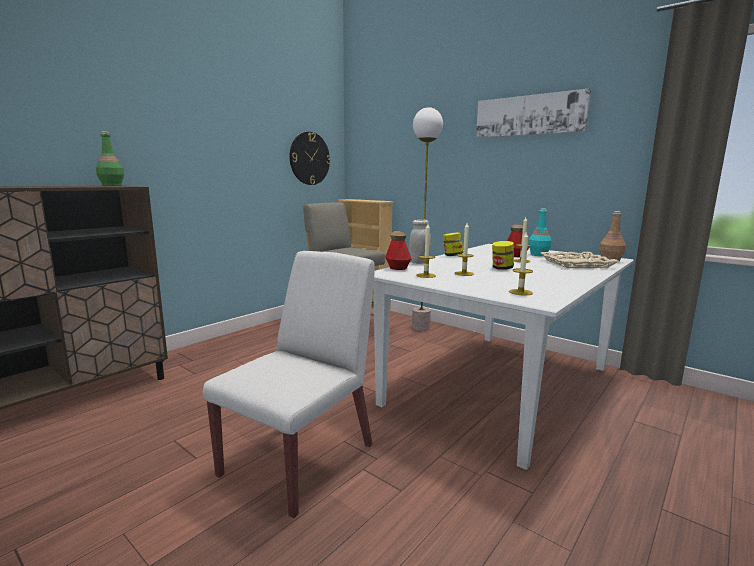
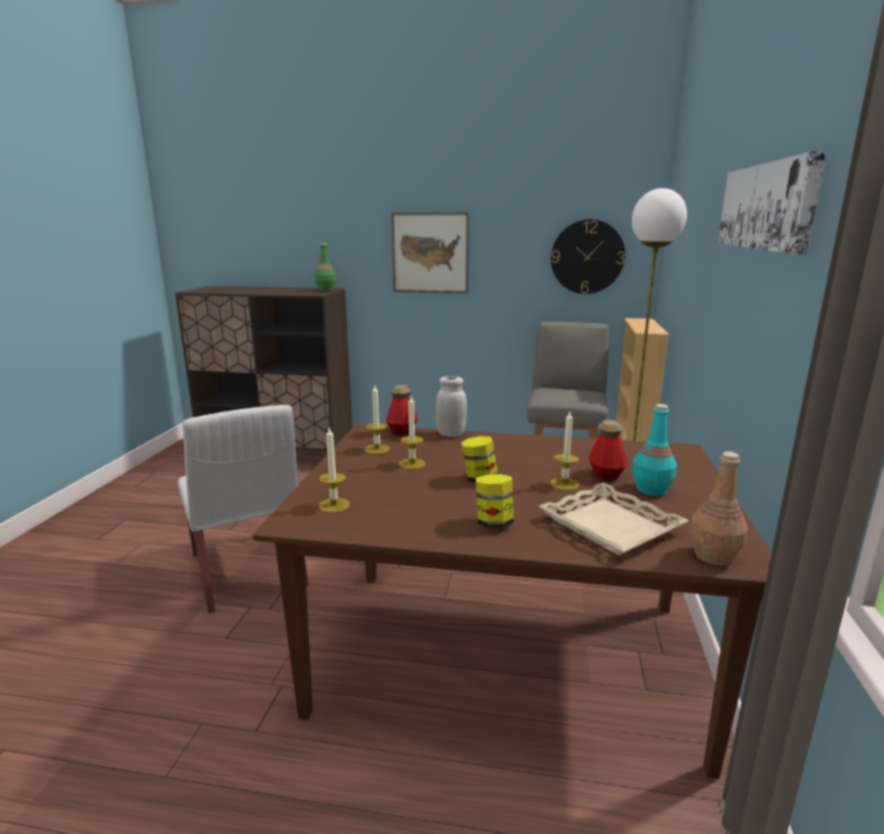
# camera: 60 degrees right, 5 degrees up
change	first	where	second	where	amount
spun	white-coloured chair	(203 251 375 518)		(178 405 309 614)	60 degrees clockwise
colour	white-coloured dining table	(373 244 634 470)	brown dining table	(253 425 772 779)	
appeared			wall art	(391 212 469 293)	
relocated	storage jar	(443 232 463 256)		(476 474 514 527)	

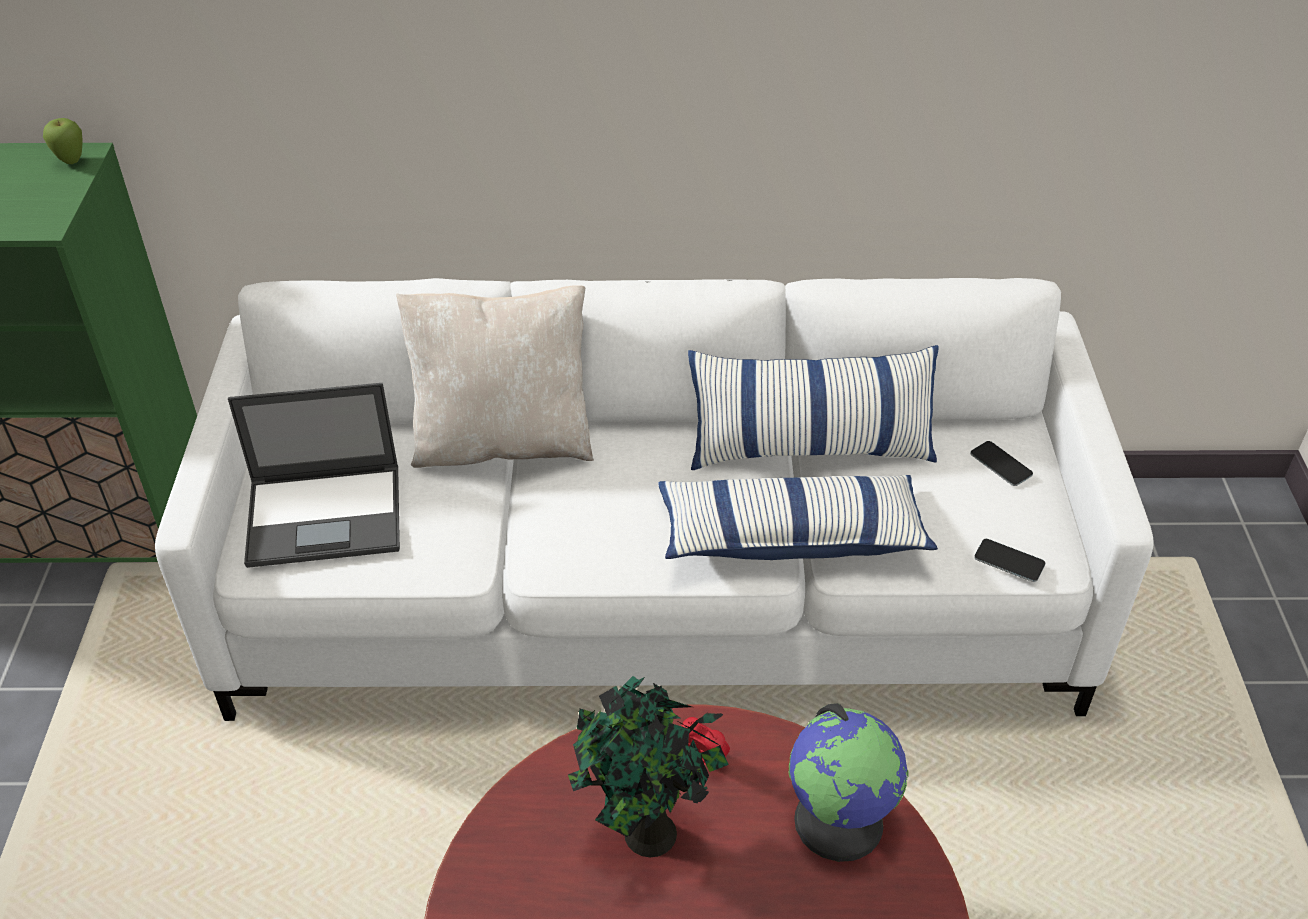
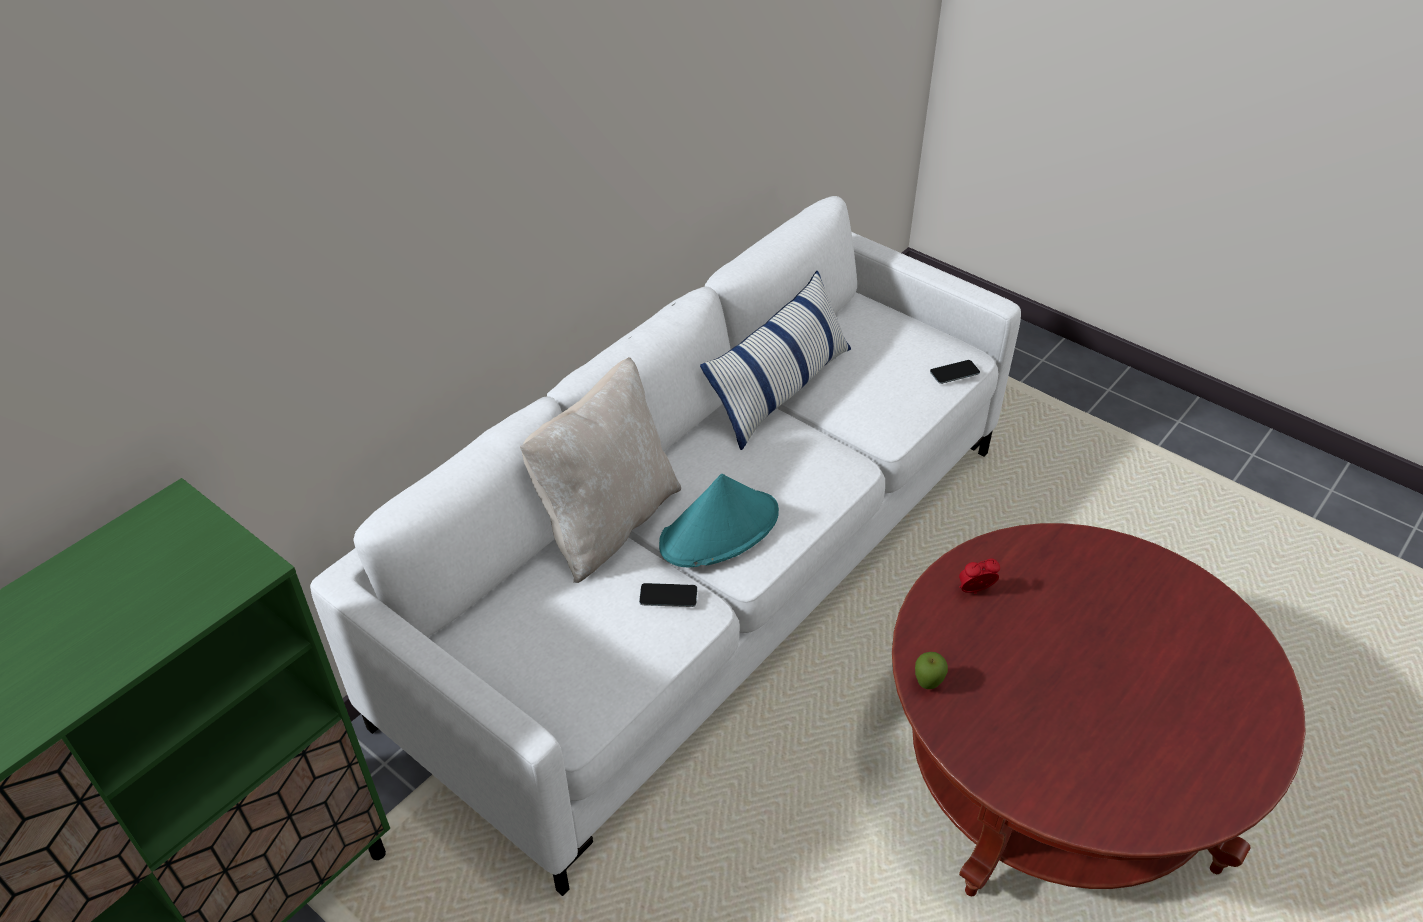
# camera: 50 degrees left, 0 degrees up
change	first	where	second	where	amount
relocated	phone	(970 441 1033 486)		(639 583 697 607)	
appeared			blue-green wearable hat	(659 474 779 567)	
relocated	whole apple	(43 118 83 164)		(915 652 948 689)	
missing	laptop	(228 383 400 568)			
missing	potted plant	(568 676 729 857)			
missing	pillow	(658 475 938 560)			
missing	desk globe	(789 703 909 862)			

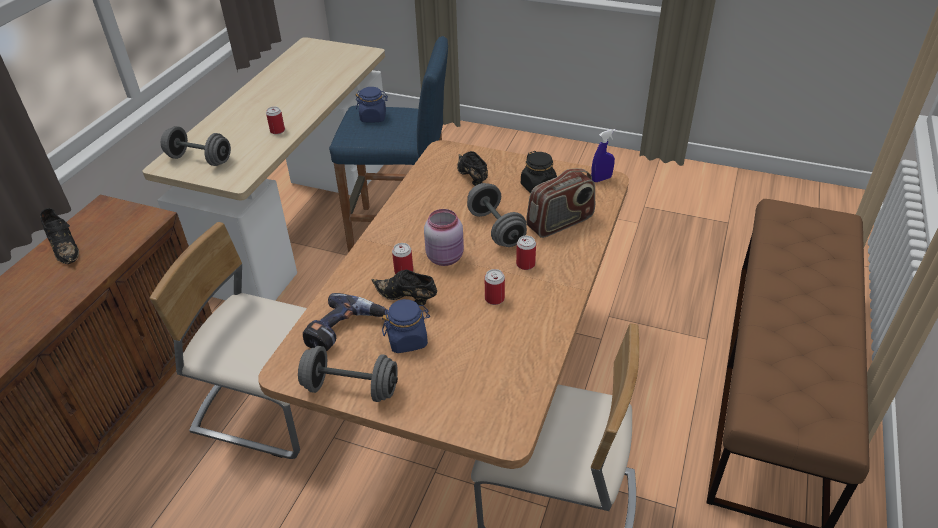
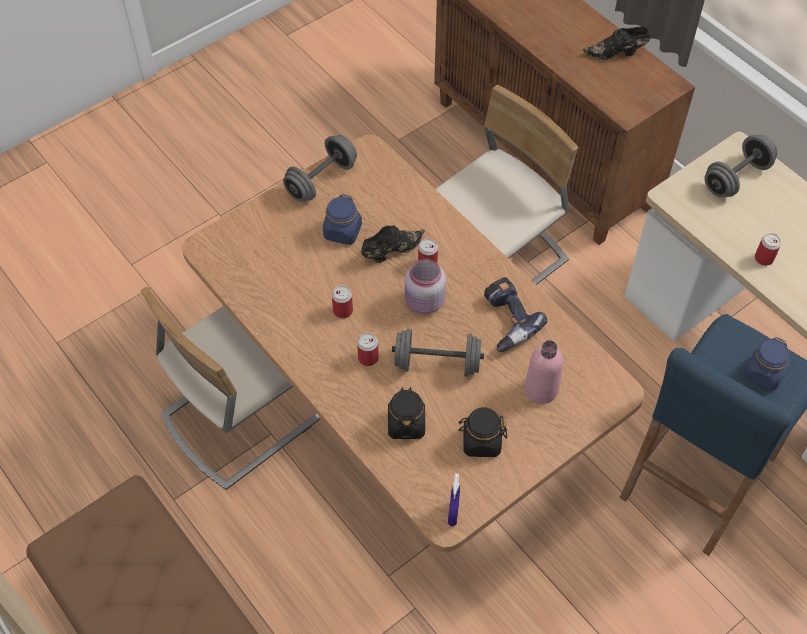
# camera: 120 degrees right, 15 degrees up
change	first	where	second	where	amount
exchanged	radio	(526 168 595 238)	black storage jar	(388 387 425 439)	
relocated	drill	(303 293 387 351)		(484 277 547 352)	
exchanged	black item of footwear	(457 151 488 186)	pink-coloured beverage bottle	(524 340 563 404)	

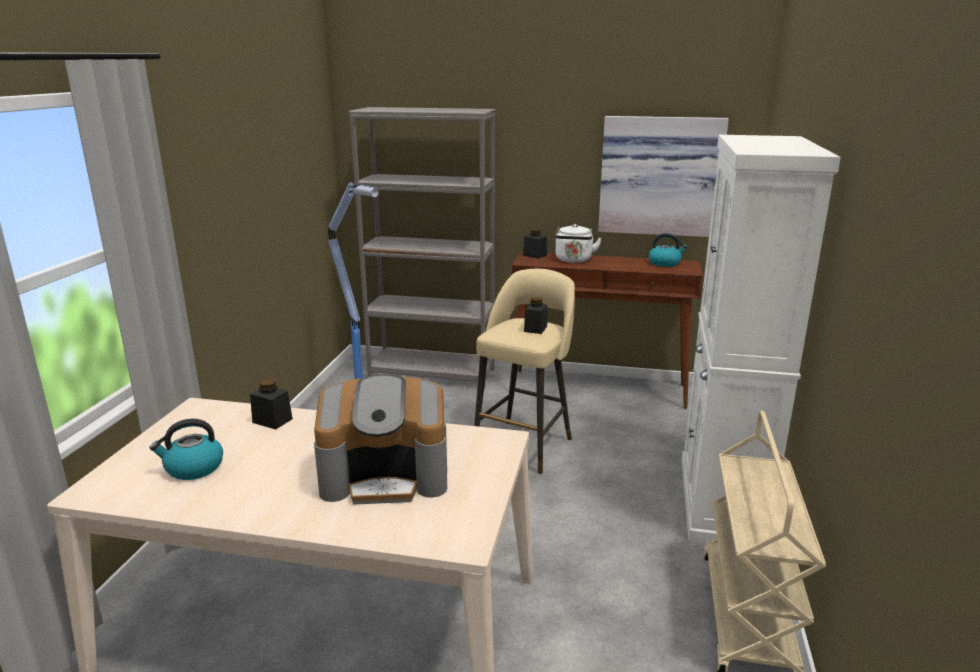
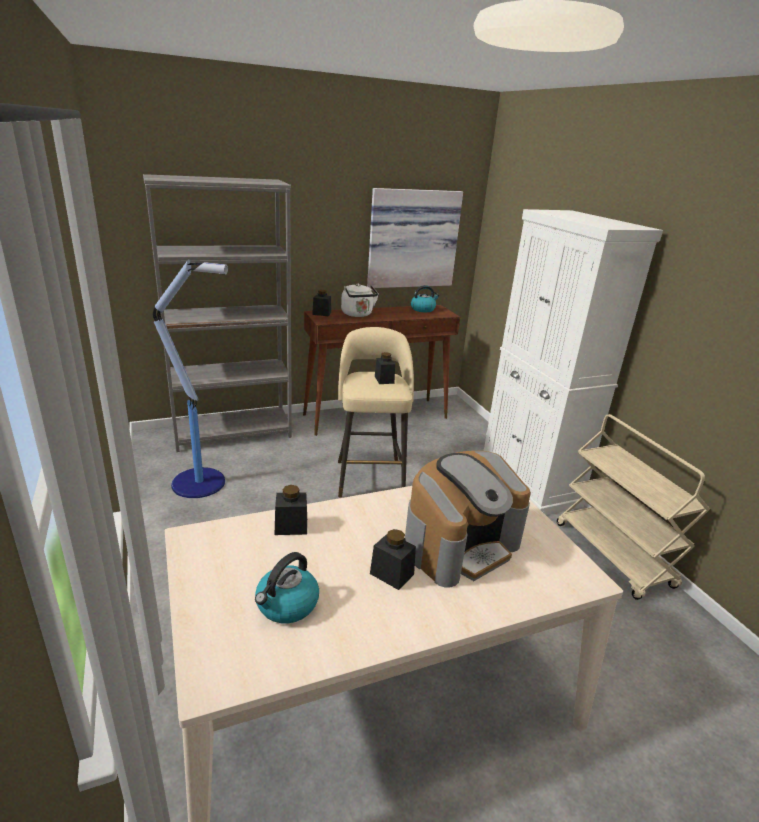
# camera: 35 degrees left, 5 degrees up
change	first	where	second	where	amount
appeared			black storage jar	(370 529 416 590)	

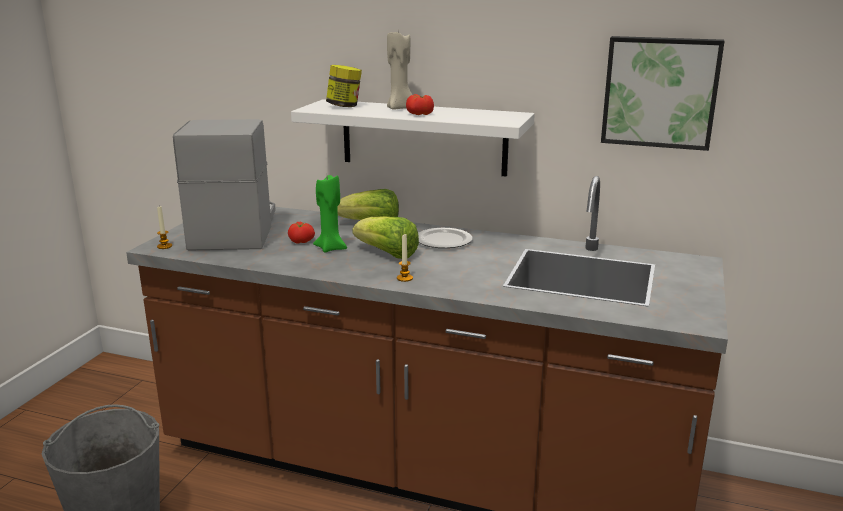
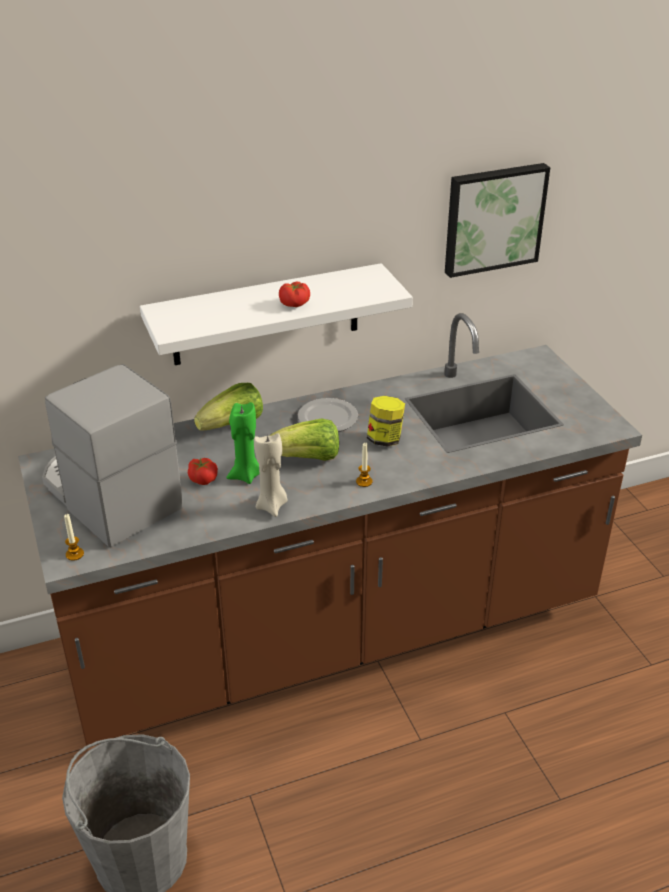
# camera: 40 degrees left, 15 degrees up
change	first	where	second	where	amount
relocated	beige candle	(387 31 412 110)		(254 433 288 517)	
relocated	storage jar	(326 65 362 107)		(367 396 405 447)	

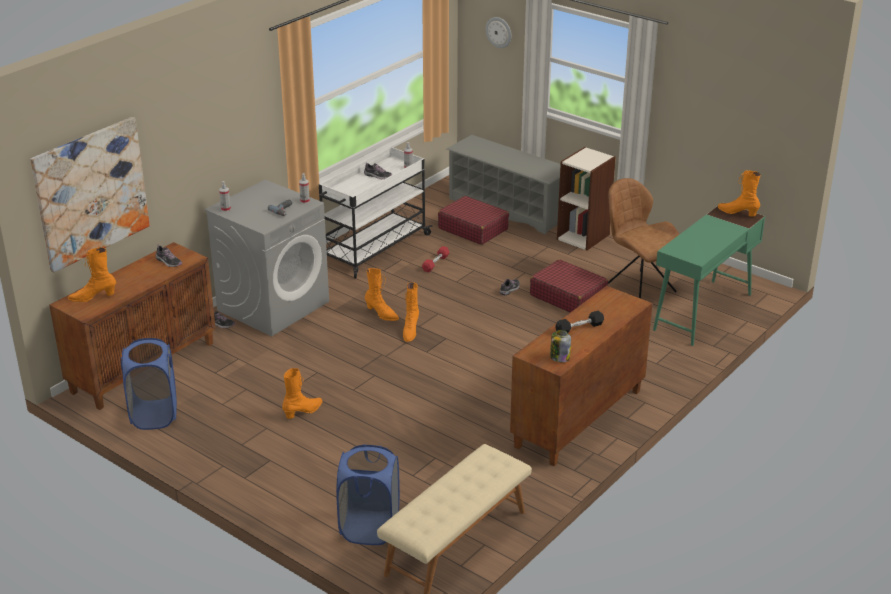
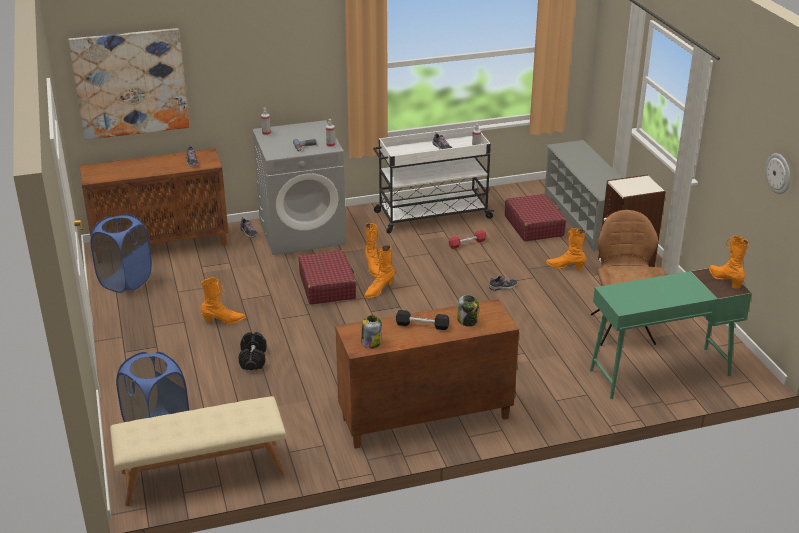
# camera: 35 degrees right, 0 degrees up
change	first	where	second	where	amount
appeared			black dumbbell	(238 332 267 370)	
relocated	red-coloured suitcase	(530 259 608 313)		(298 250 356 304)	
appeared			storage jar	(457 295 479 326)	
relocated	orangey boot	(68 247 116 302)		(546 228 586 270)	
relocated	clock on the wall	(486 17 512 48)		(765 153 790 194)	

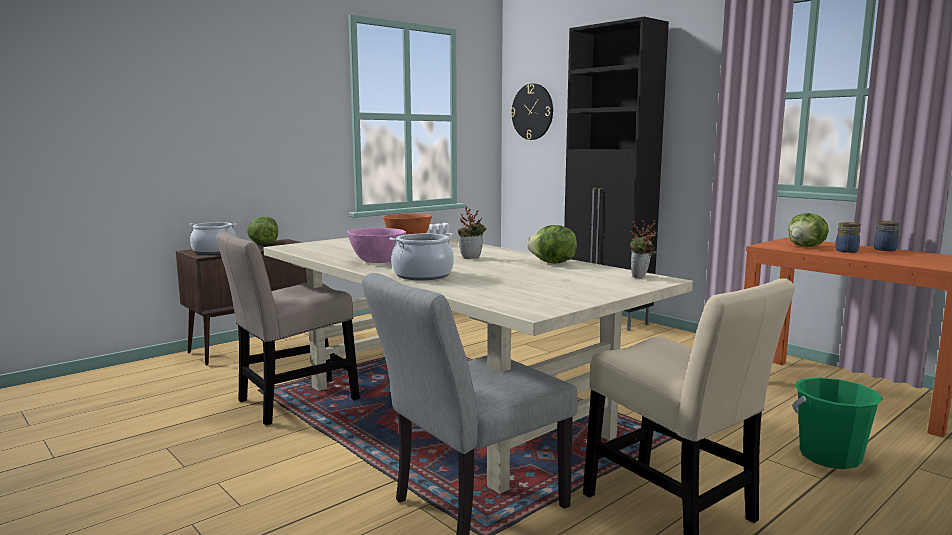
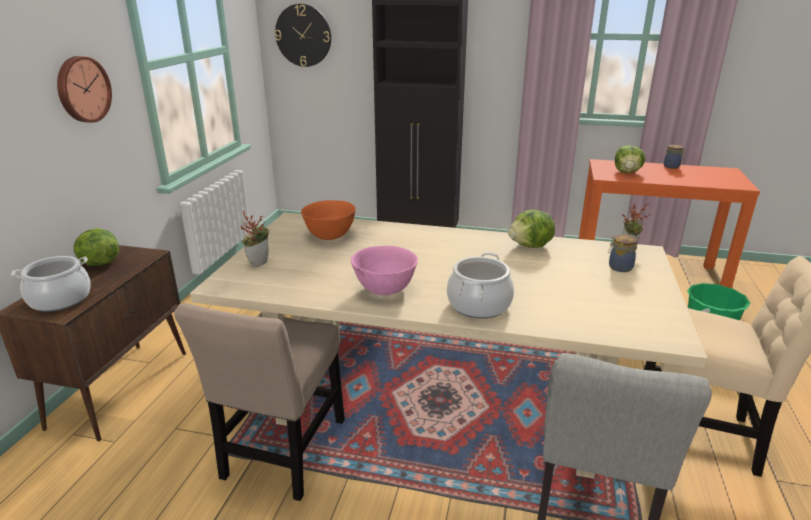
# camera: 35 degrees left, 15 degrees up
change	first	where	second	where	amount
appeared			clock on the wall	(57 56 112 123)	
relocated	potted plant	(458 206 486 259)		(241 211 269 267)	
relocated	storage jar	(835 222 861 253)		(608 235 638 272)	

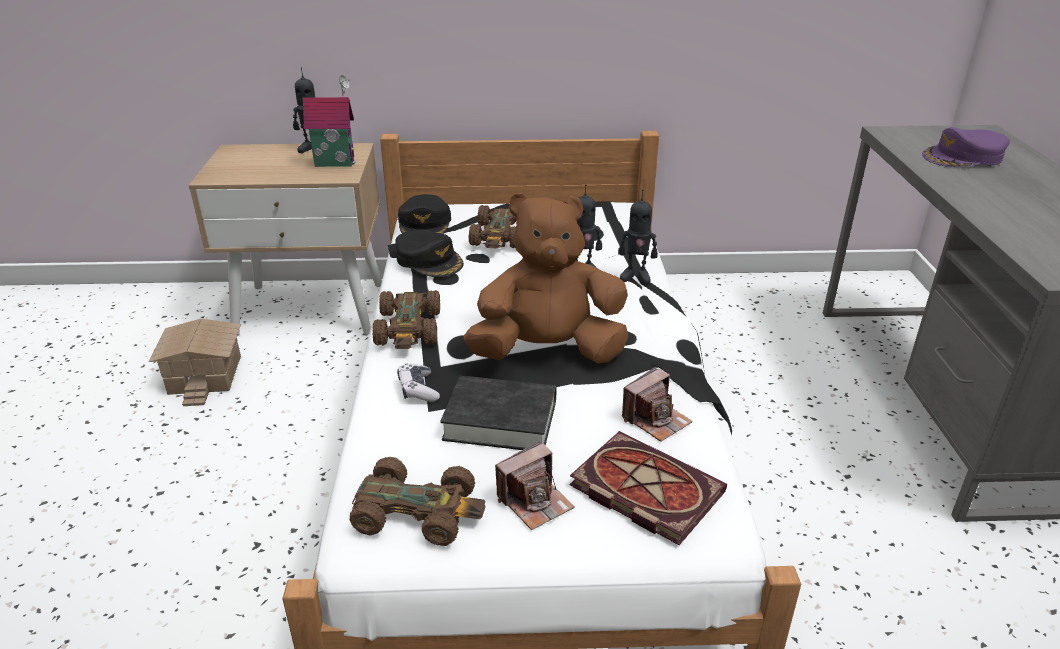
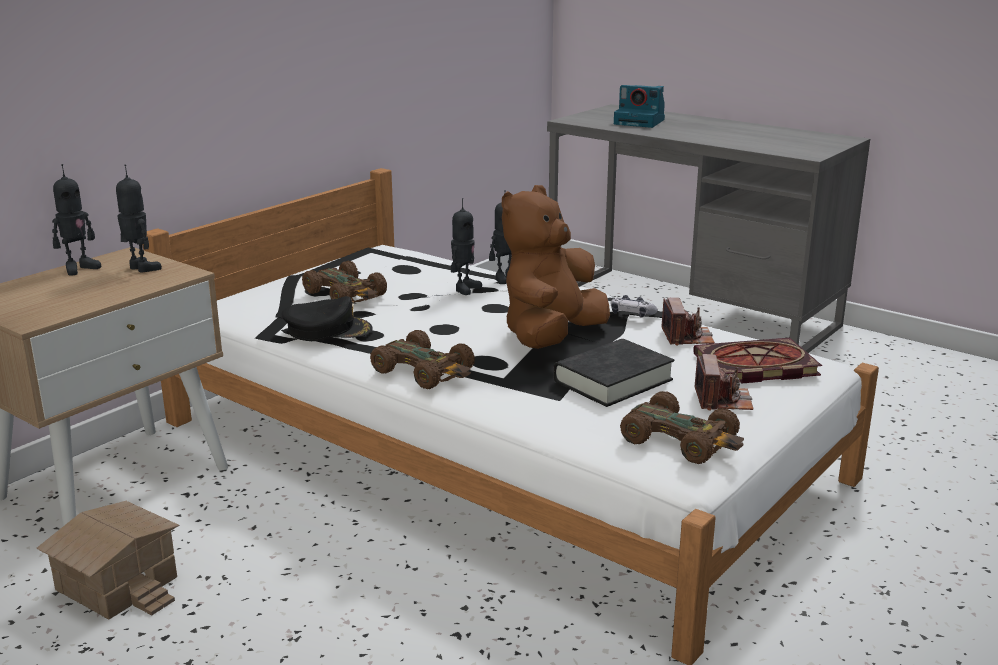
# camera: 50 degrees left, 10 degrees down
change	first	where	second	where	amount
exchanged	model house	(303 75 355 167)	model robot	(116 164 162 272)	
relocated	game controller	(397 363 440 402)		(610 295 658 318)	
exchanged	purple peaked cap	(922 127 1010 167)	still camera	(614 85 665 128)	
spun	brown miniature car	(349 457 485 546)		(620 391 744 464)	75 degrees clockwise
missing	black peaked cap	(398 194 451 234)			

